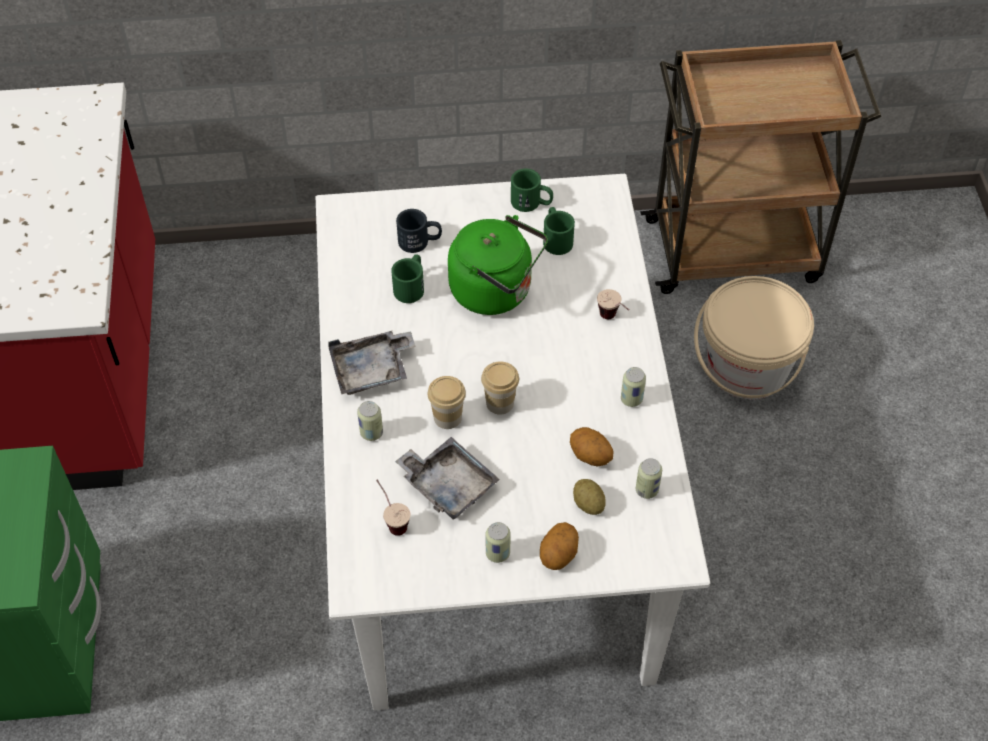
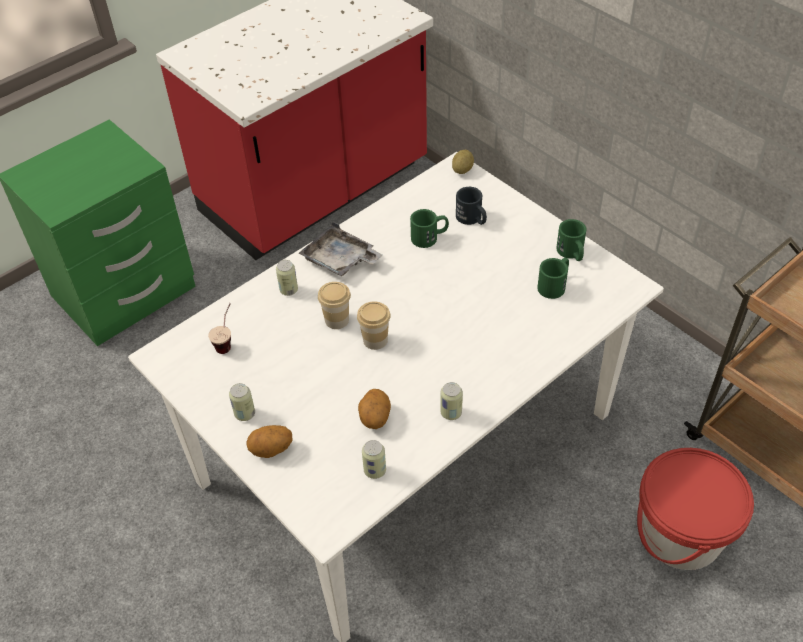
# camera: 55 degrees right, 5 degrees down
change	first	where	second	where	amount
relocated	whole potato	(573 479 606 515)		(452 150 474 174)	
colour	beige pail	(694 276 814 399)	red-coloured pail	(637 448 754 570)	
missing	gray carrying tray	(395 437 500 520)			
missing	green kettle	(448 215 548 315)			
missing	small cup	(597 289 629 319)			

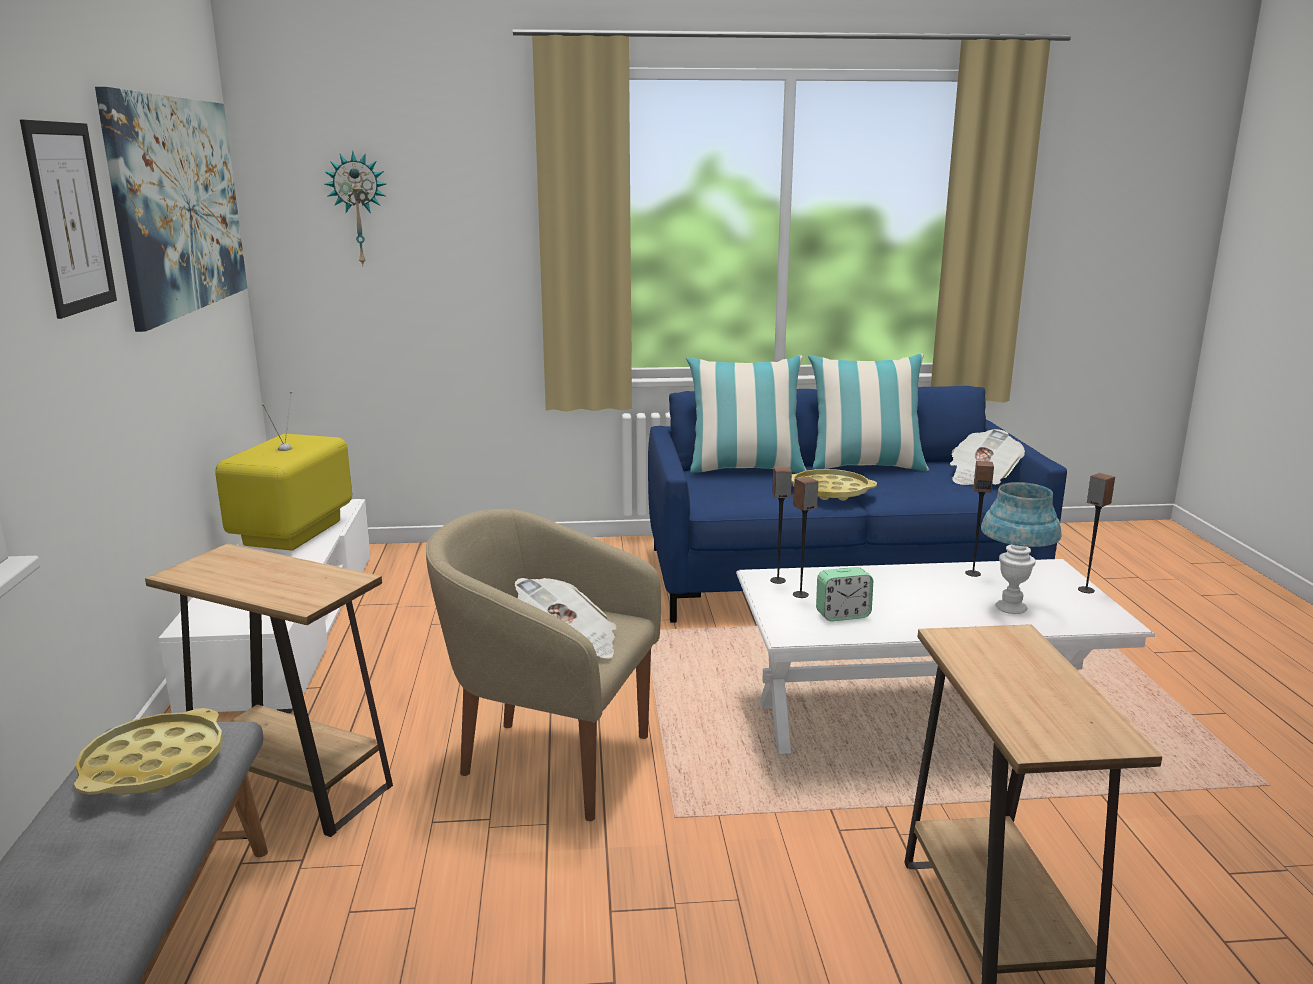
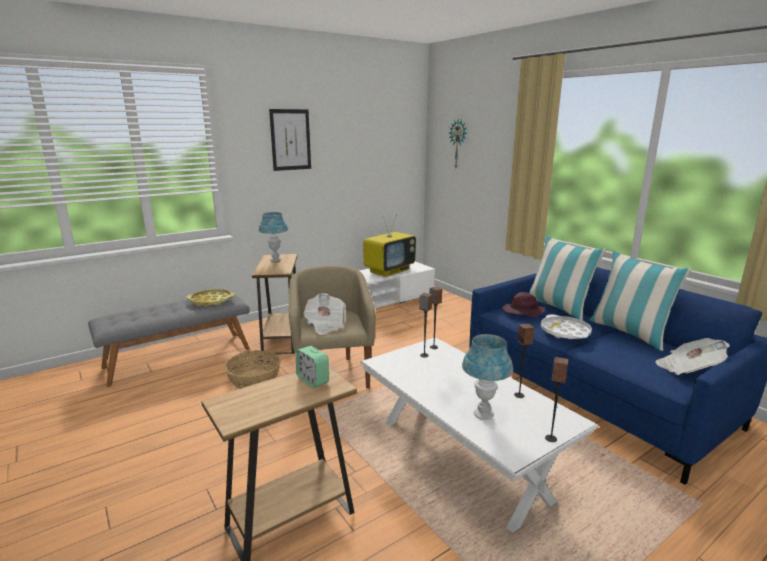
# camera: 60 degrees right, 0 degrees up
change	first	where	second	where	amount
appeared			storage basket	(224 350 281 389)	
appeared			blue tabletop lamp	(259 212 288 262)	
relocated	alarm clock	(816 567 873 621)		(296 346 329 388)	
spun	TV	(215 391 352 551)		(363 214 416 277)	150 degrees clockwise
appeared			purple wearable hat	(502 292 545 317)	
colour	yellowish carrying tray	(791 469 877 501)	white-coloured carrying tray	(540 315 592 339)	
missing	wall art	(95 87 247 332)			

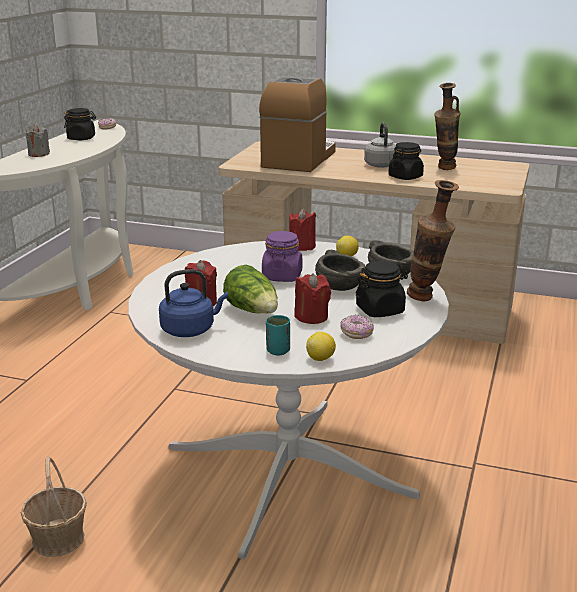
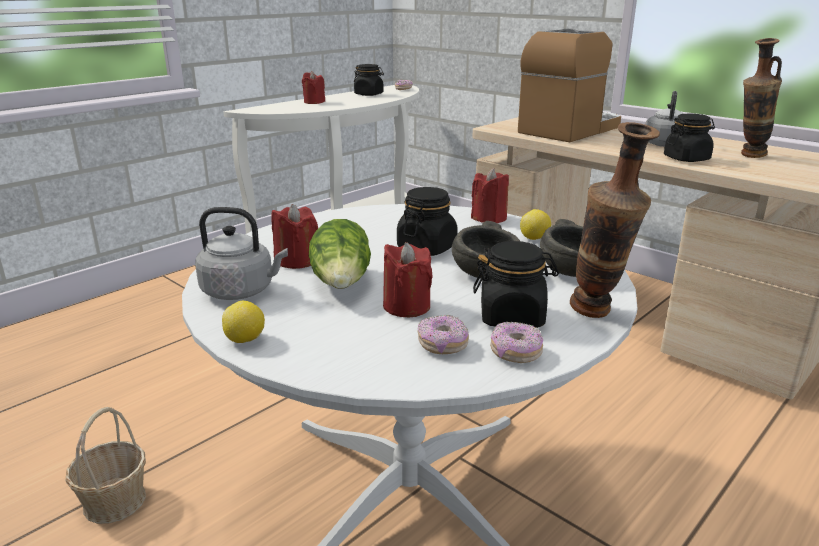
# camera: 25 degrees right, 0 degrees up
change	first	where	second	where	amount
colour	blue kettle	(159 269 228 337)	gray kettle	(195 207 288 300)	
relocated	lemon	(306 332 336 361)		(222 301 265 343)	
colour	gray candle	(25 124 50 157)	red-coloured candle	(302 71 325 104)	
colour	purple storage jar	(262 231 302 282)	black storage jar	(397 187 458 256)	
appeared			ring doughnut	(490 322 543 363)	
missing	blue-green small cup	(266 315 290 355)			

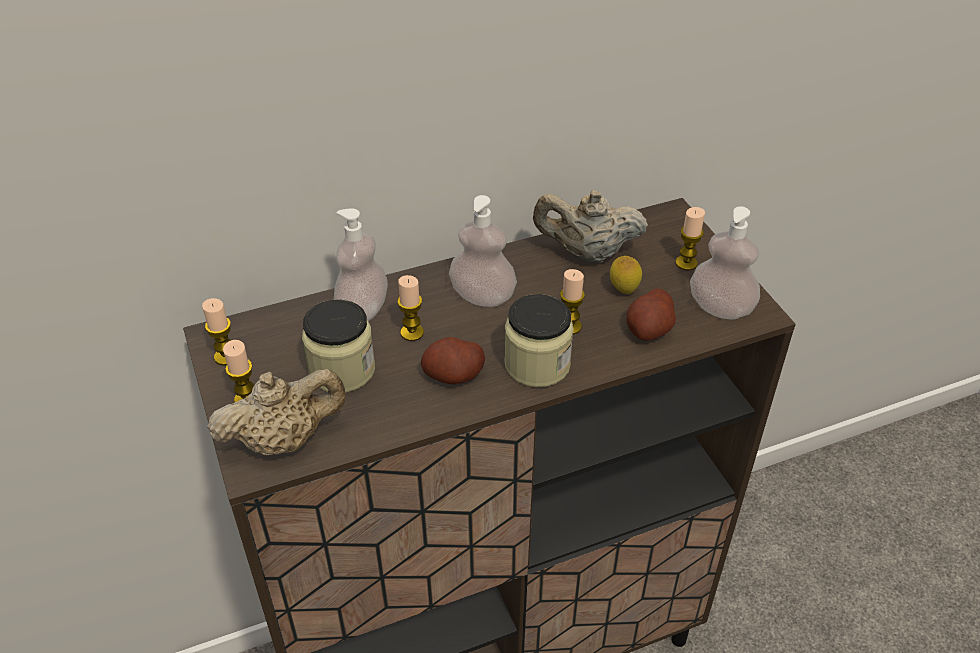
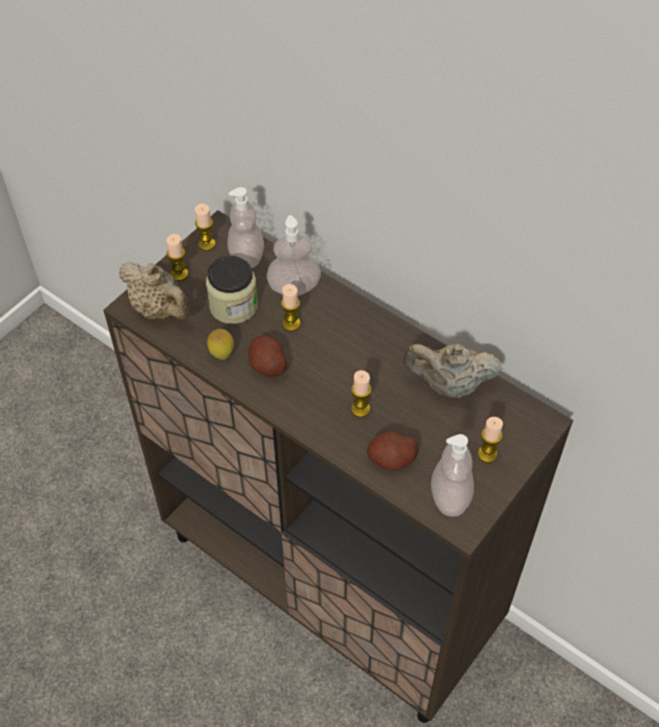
# camera: 60 degrees right, 10 degrees up
change	first	where	second	where	amount
relocated	lemon	(610 256 642 294)		(207 329 234 360)	
relocated	soap bottle	(449 195 517 307)		(227 187 264 268)	
spun	beige tea pot	(533 190 648 263)		(403 344 503 398)	60 degrees counterclockwise
missing	storage jar	(504 294 574 387)			

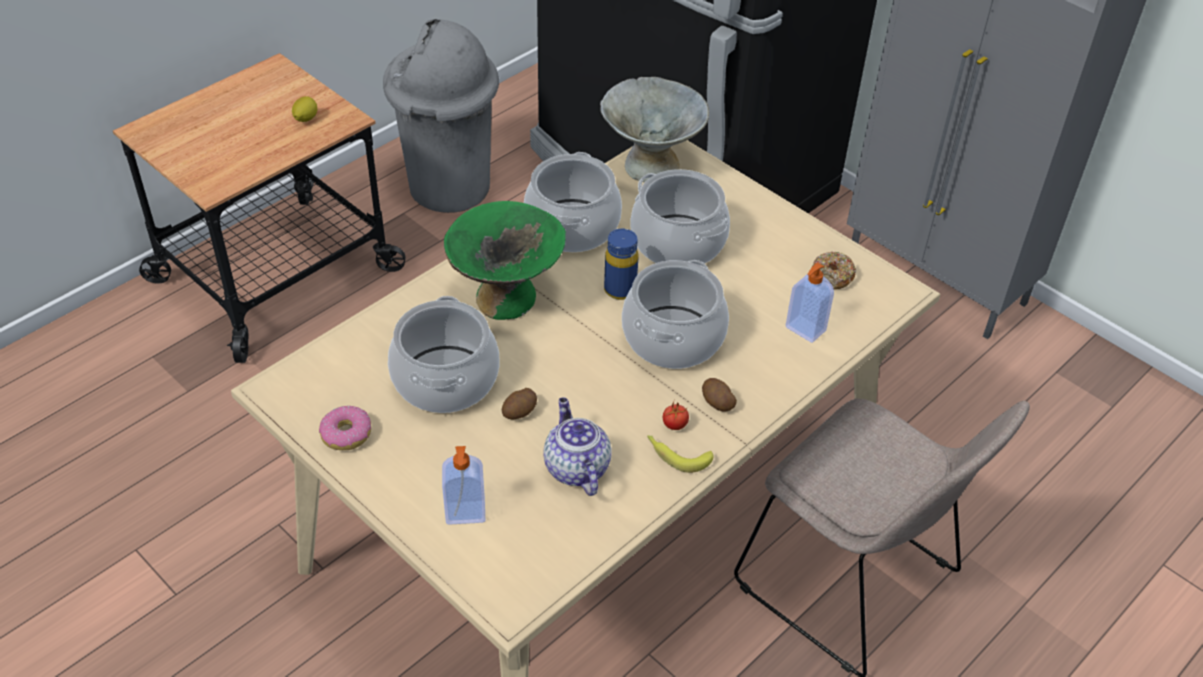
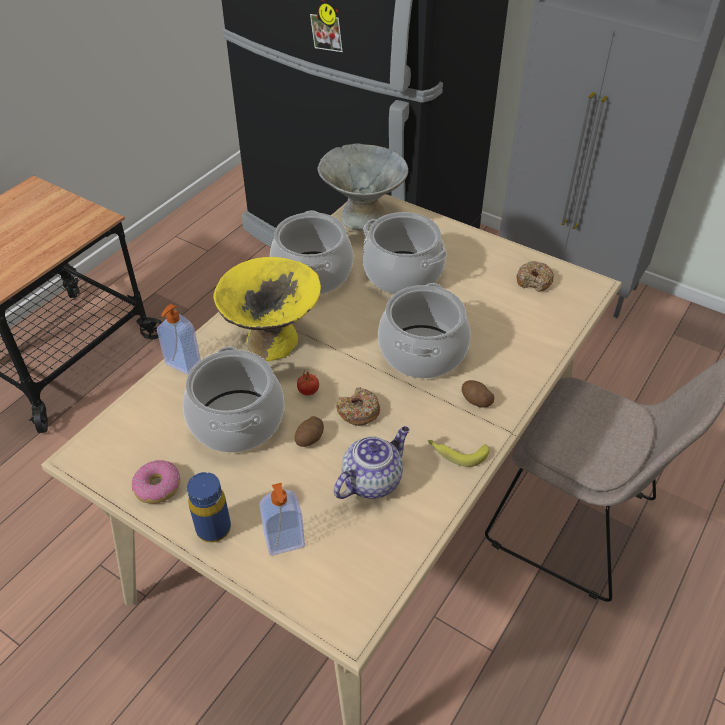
# camera: 10 degrees left, 0 degrees up
change	first	where	second	where	amount
relocated	soap bottle	(786 262 834 343)		(157 304 201 374)	
relocated	blue beverage bottle	(604 229 638 300)		(187 472 231 543)	
colour	green serving bowl	(444 201 566 320)	yellowish serving bowl	(213 257 321 361)	
relocated	whole tomato	(663 402 689 430)		(297 371 319 395)	
spun	tea pot	(543 398 612 496)		(334 426 409 499)	75 degrees clockwise
appeared			ring doughnut	(336 387 380 426)	
missing	lemon	(292 96 318 122)			
missing	gray trash can	(383 19 499 213)			

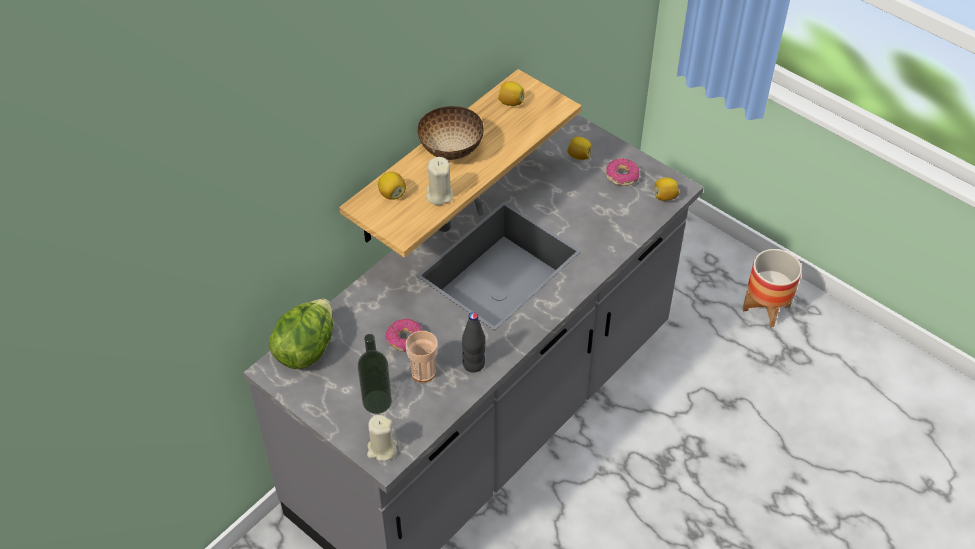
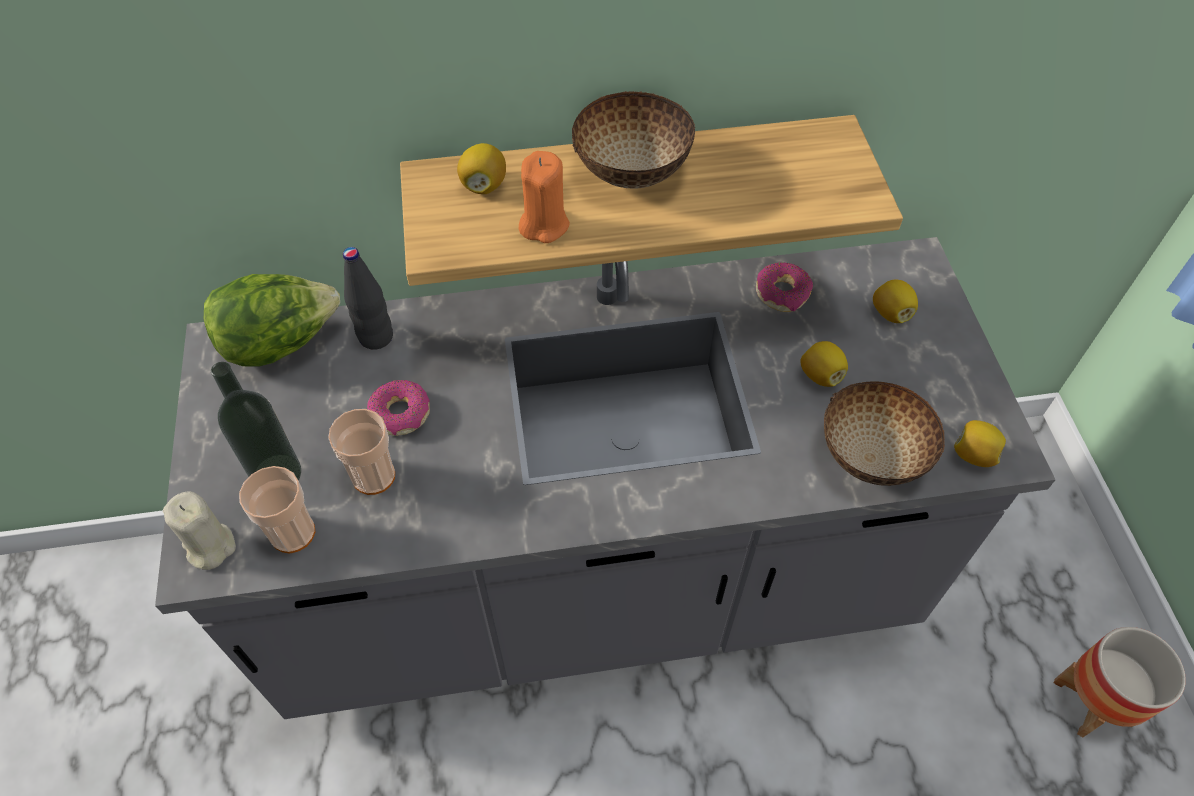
# camera: 40 degrees right, 5 degrees up
change	first	where	second	where	amount
appeared			small cup	(239 466 315 553)	
relocated	black beverage bottle	(462 312 485 373)		(343 247 393 349)	
colour	beige candle	(426 157 453 205)	orangey candle	(519 151 570 243)	
relocated	ring doughnut	(606 158 639 186)		(756 262 813 312)	
relocated	lemon	(498 81 524 106)		(801 341 848 387)	
appeared			serving bowl	(824 381 945 486)	

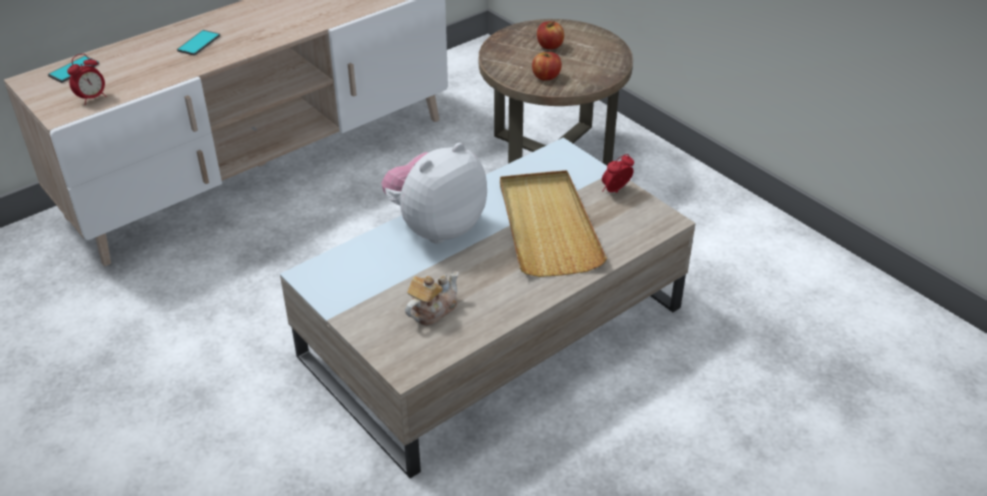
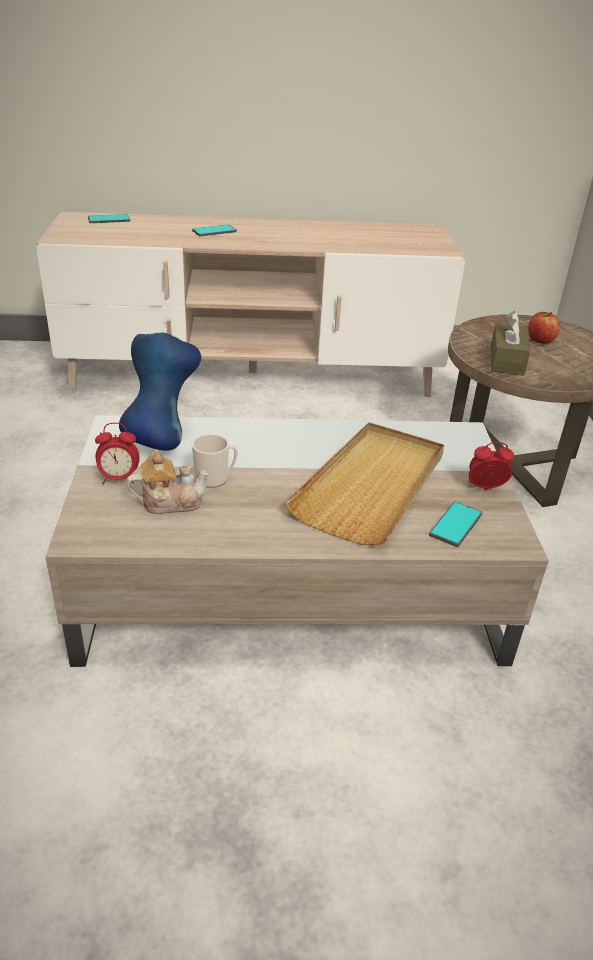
# camera: 35 degrees right, 5 degrees down
change	first	where	second	where	amount
relocated	alarm clock	(67 54 107 105)		(95 423 140 484)	
appeared			blue decorative vase	(119 333 201 451)	
appeared			coffee mug	(192 434 238 488)	
appeared			phone	(429 502 482 547)	
exchanged	whole apple	(532 52 562 81)	brown box of tissues	(491 311 530 376)	
missing	soft toy	(381 143 487 244)			

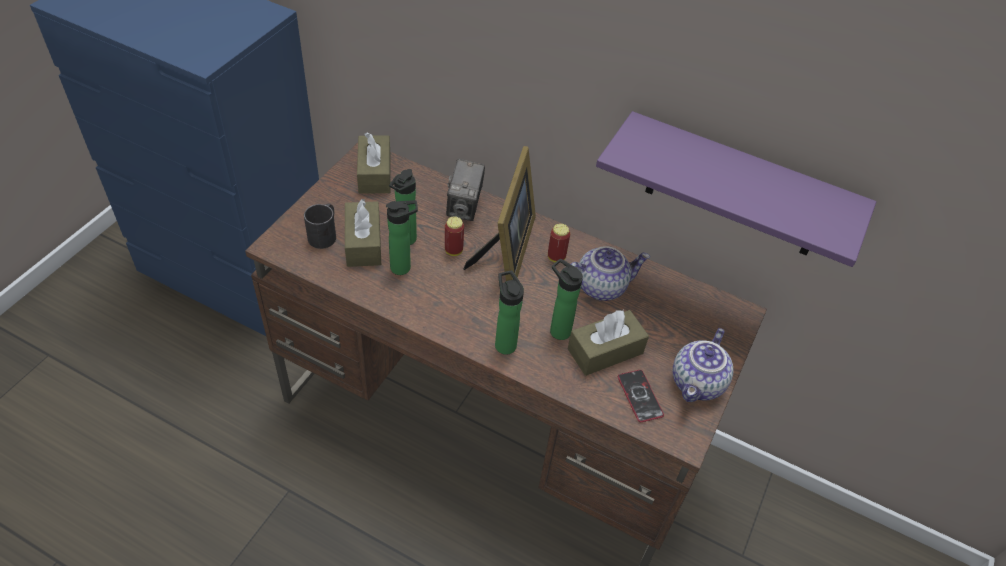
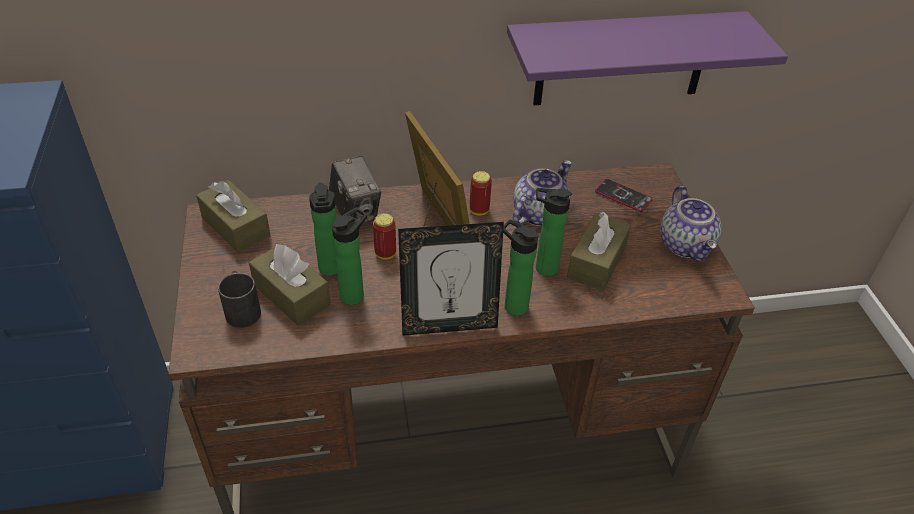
# camera: 35 degrees left, 5 degrees down
change	first	where	second	where	amount
appeared			picture frame	(398 222 504 336)	
relocated	phone	(618 370 664 422)		(595 179 653 212)	

